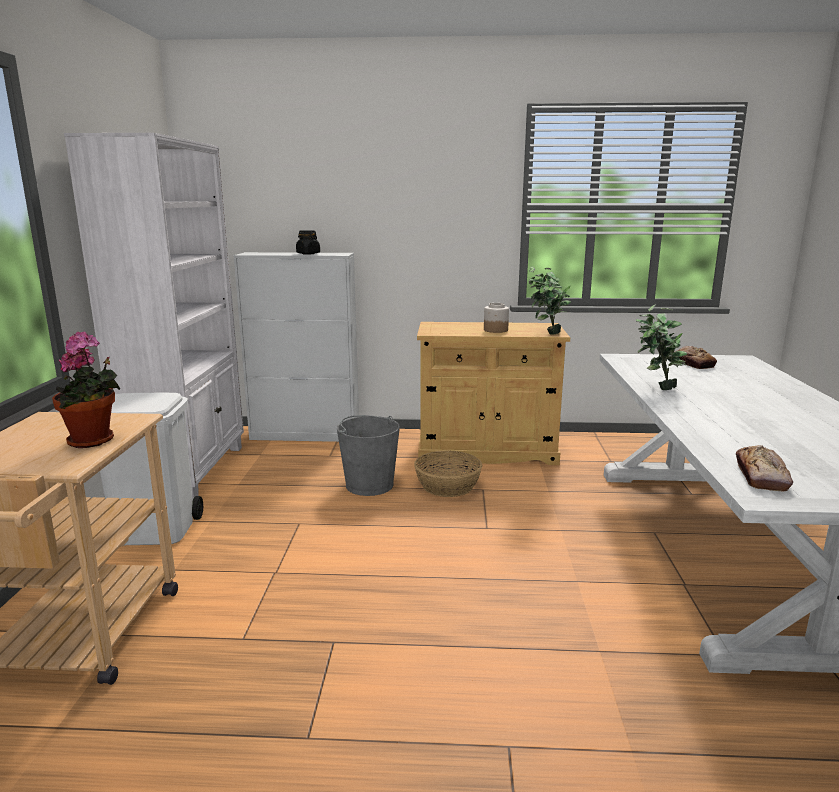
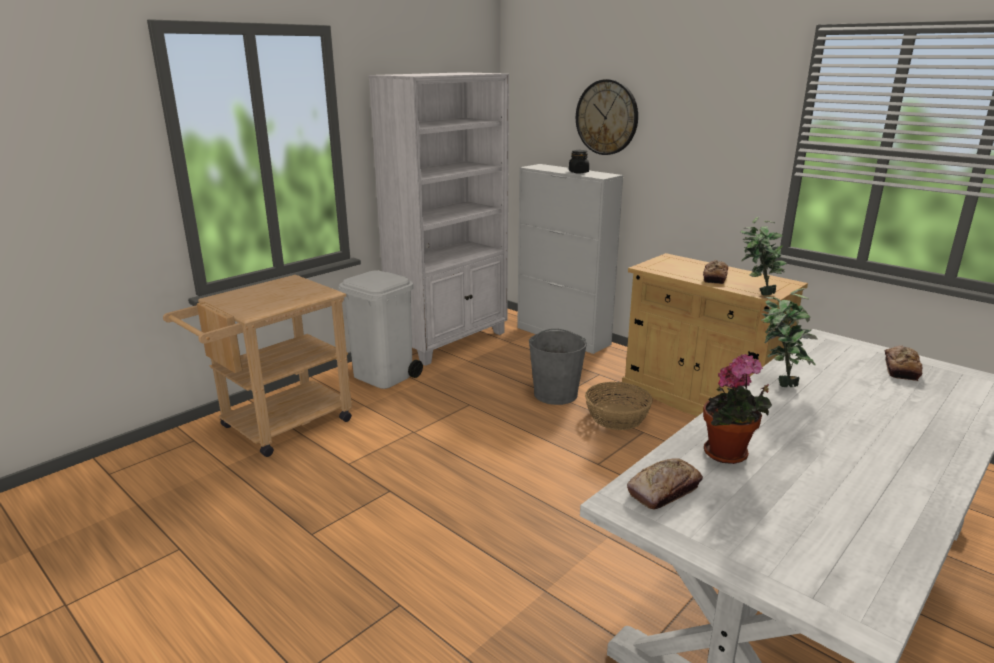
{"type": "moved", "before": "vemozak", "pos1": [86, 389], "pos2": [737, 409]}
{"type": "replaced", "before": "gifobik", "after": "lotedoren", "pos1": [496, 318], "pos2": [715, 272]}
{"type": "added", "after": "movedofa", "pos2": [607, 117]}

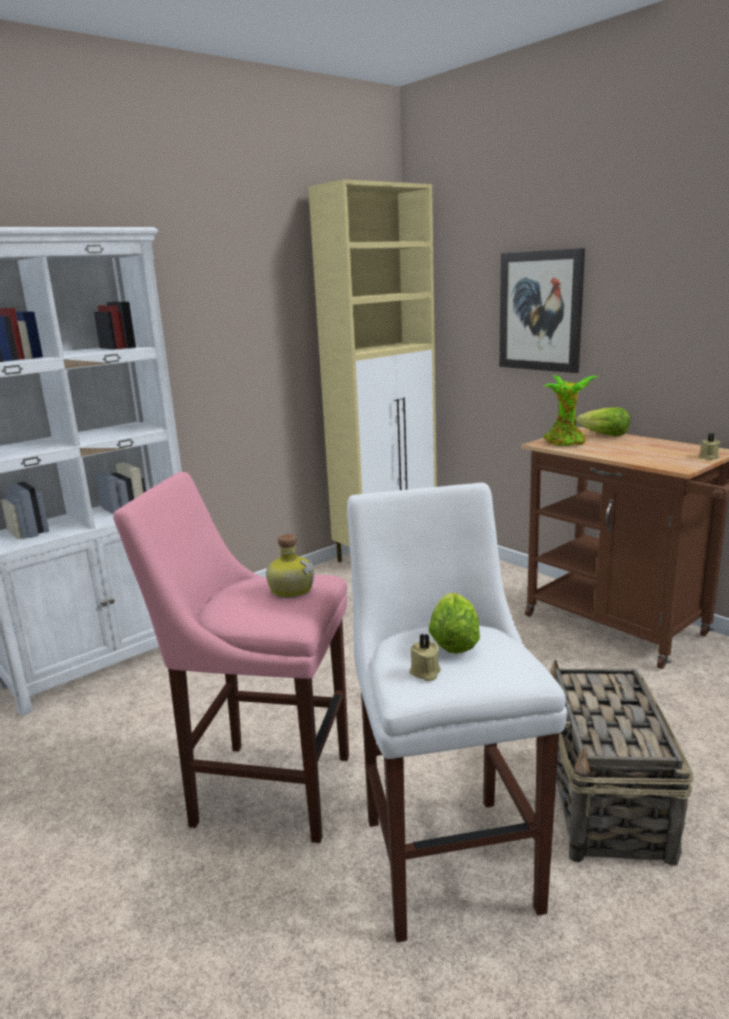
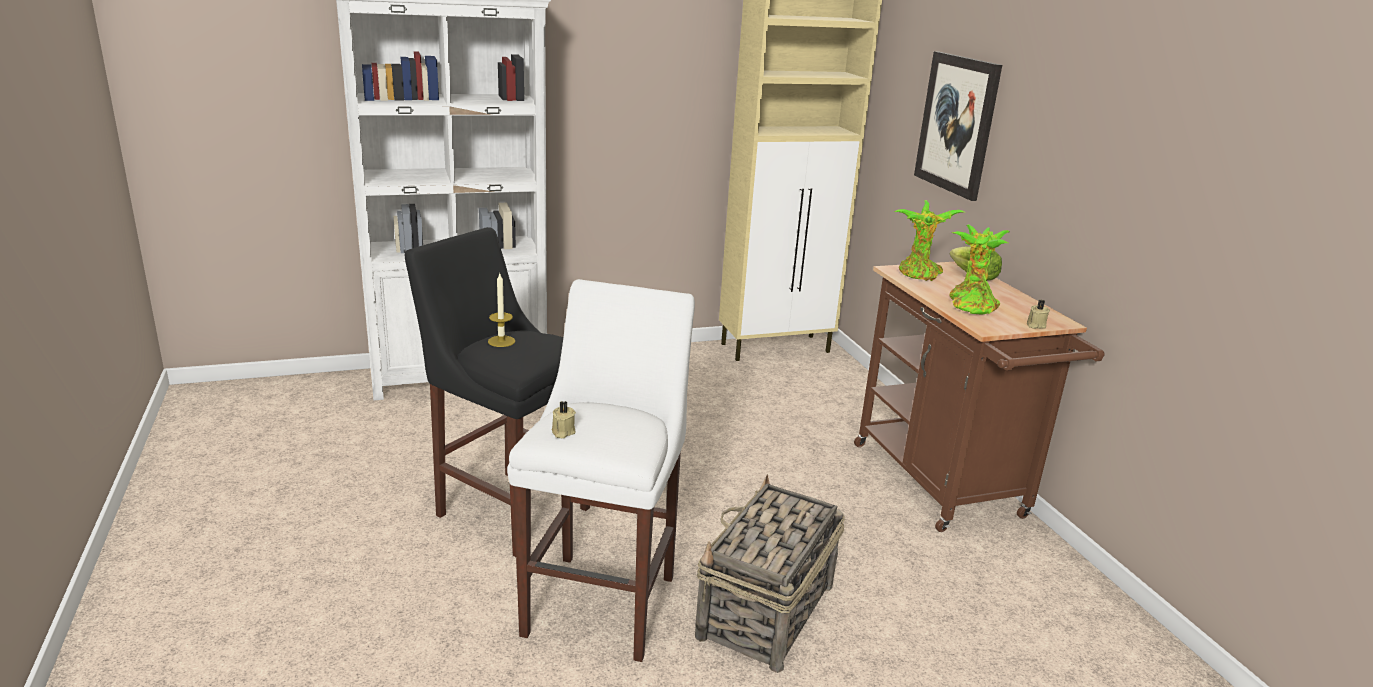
{"type": "recoloured", "before": "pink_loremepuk", "after": "black_loremepuk", "pos1": [231, 657], "pos2": [497, 392]}
{"type": "removed", "before": "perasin", "pos1": [290, 566]}
{"type": "removed", "before": "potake", "pos1": [454, 623]}
{"type": "added", "after": "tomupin", "pos2": [501, 309]}
{"type": "added", "after": "vemozak", "pos2": [979, 269]}

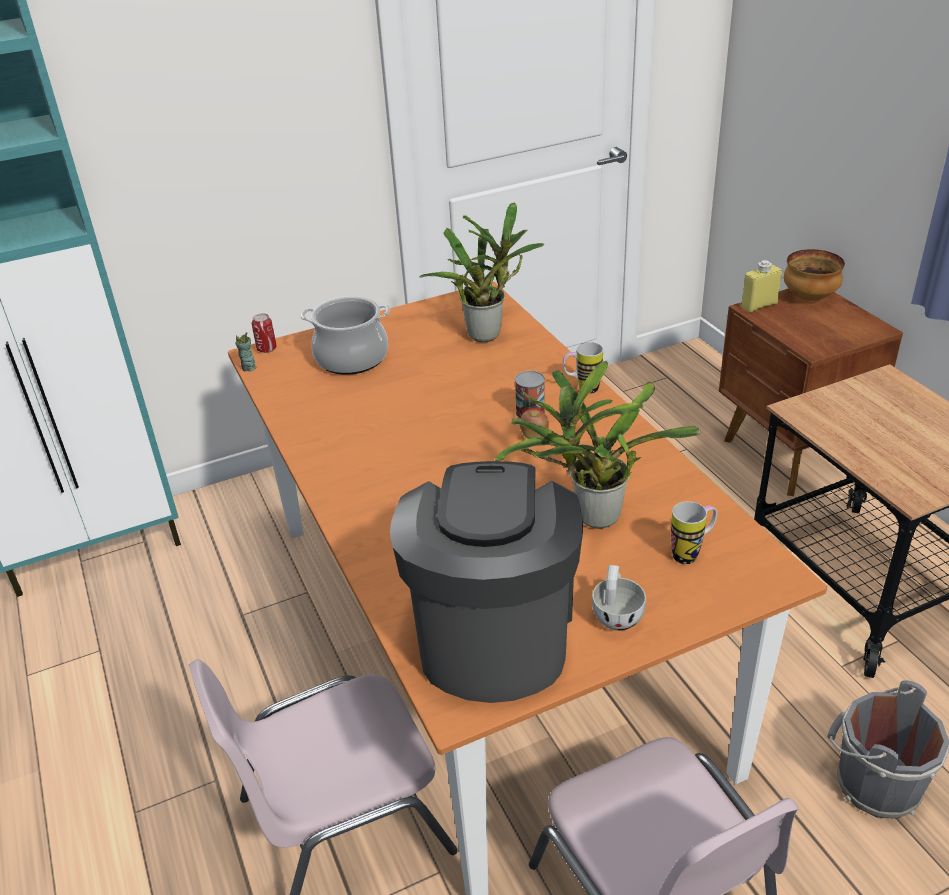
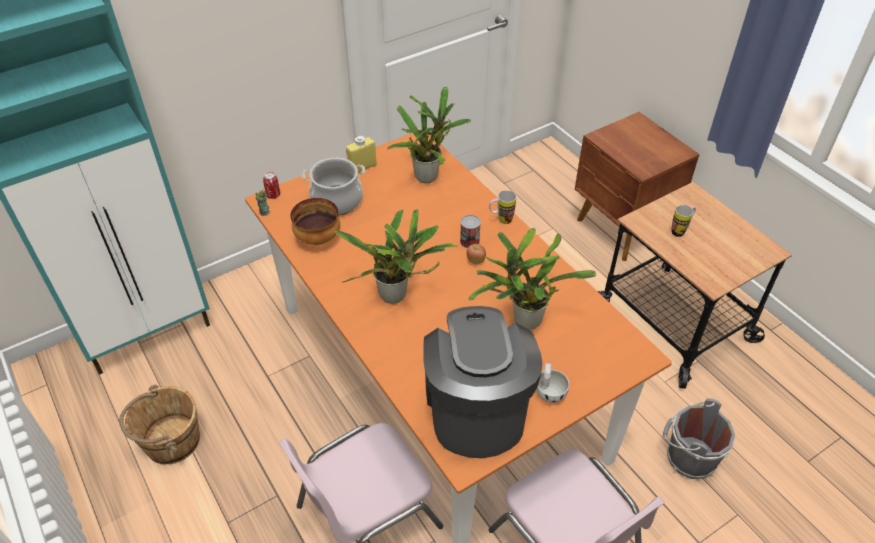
{"type": "moved", "before": "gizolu", "pos1": [694, 532], "pos2": [683, 221]}
{"type": "moved", "before": "yellow_perasin", "pos1": [761, 286], "pos2": [361, 154]}
{"type": "moved", "before": "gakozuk", "pos1": [814, 275], "pos2": [315, 221]}
{"type": "added", "after": "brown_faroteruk", "pos2": [159, 424]}
{"type": "added", "after": "vemozak", "pos2": [396, 256]}

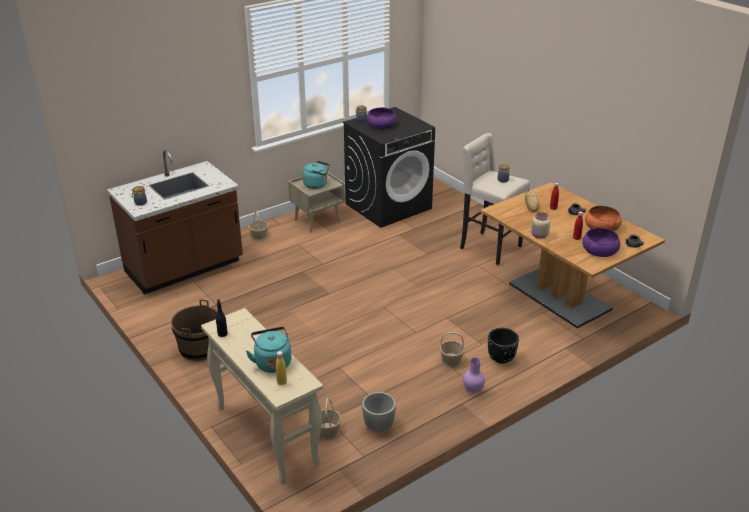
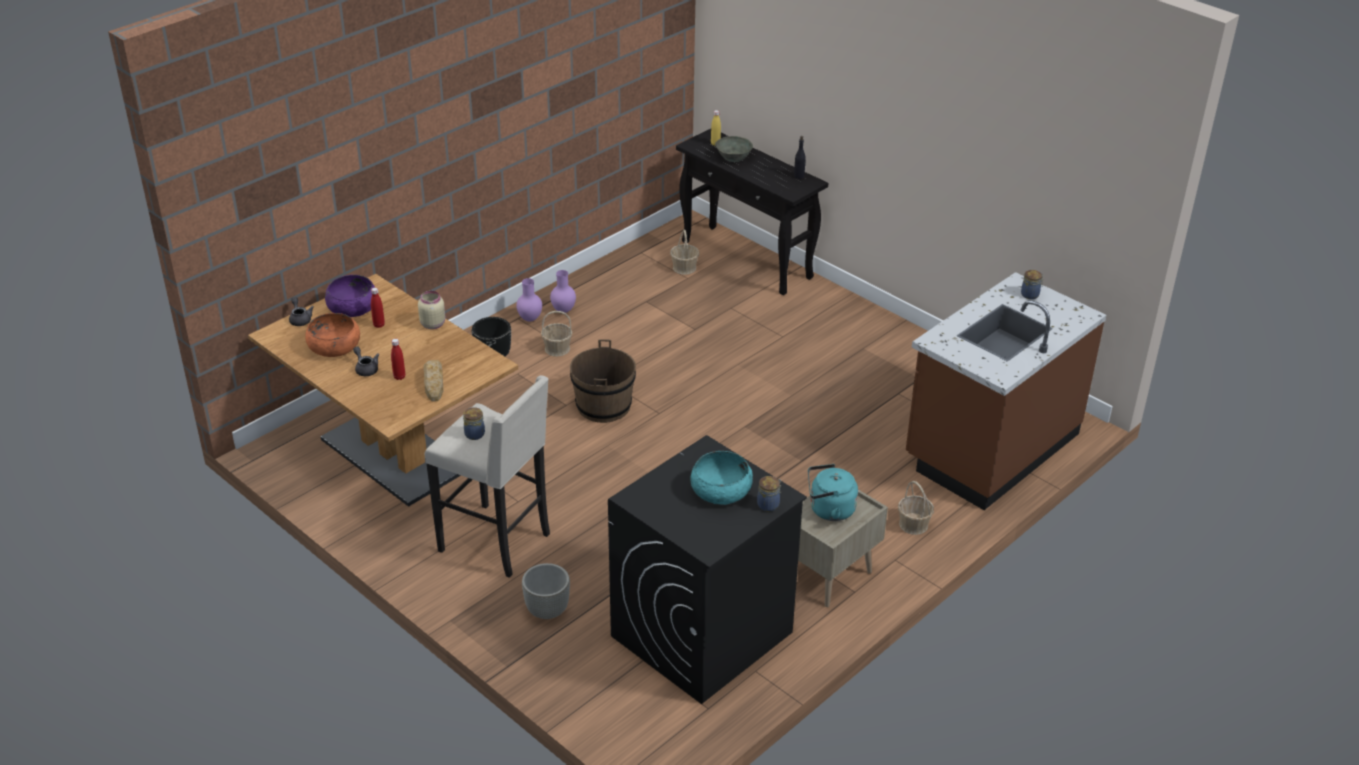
{"type": "moved", "before": "brown_faroteruk", "pos1": [194, 330], "pos2": [603, 381]}
{"type": "recoloured", "before": "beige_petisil", "after": "black_petisil", "pos1": [262, 396], "pos2": [752, 212]}
{"type": "replaced", "before": "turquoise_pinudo", "after": "grey_gakozuk", "pos1": [269, 350], "pos2": [734, 149]}
{"type": "moved", "before": "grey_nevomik", "pos1": [379, 412], "pos2": [546, 591]}
{"type": "recoloured", "before": "purple_gakozuk", "after": "turquoise_gakozuk", "pos1": [381, 118], "pos2": [721, 478]}
{"type": "added", "after": "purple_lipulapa", "pos2": [563, 291]}

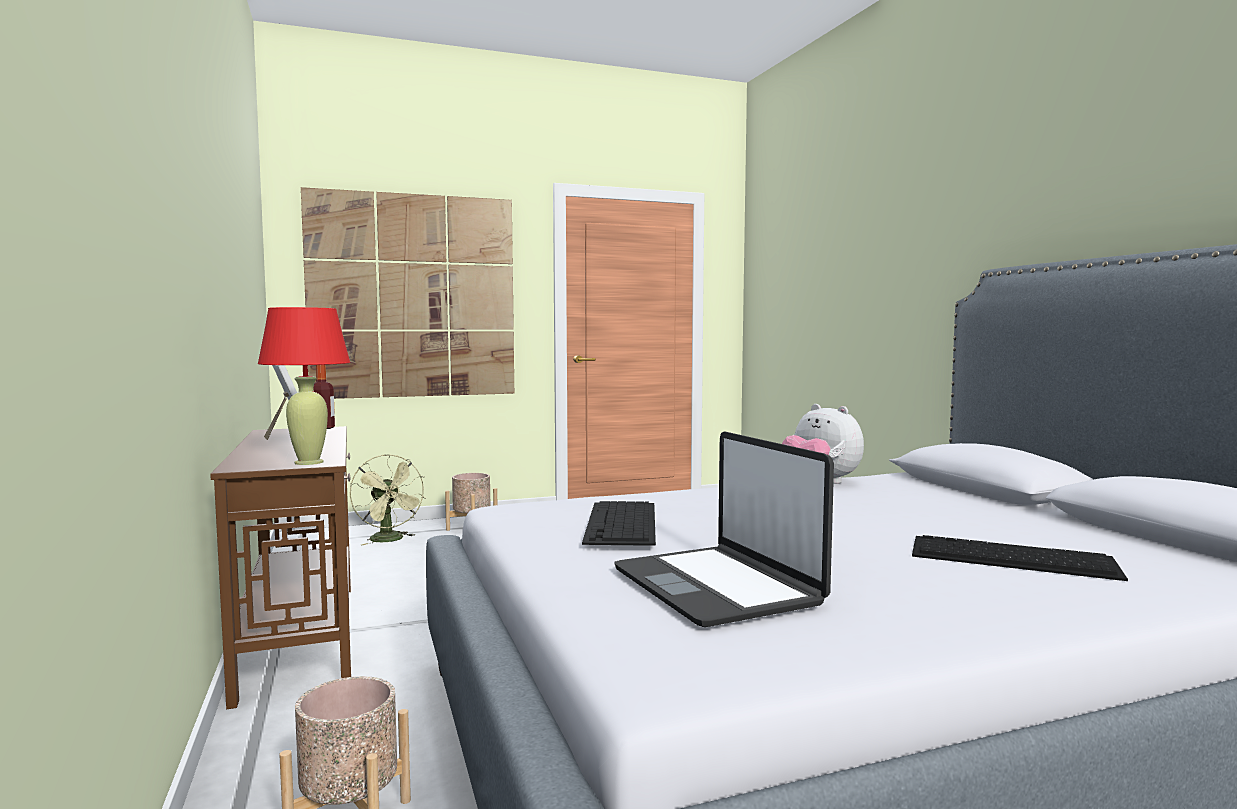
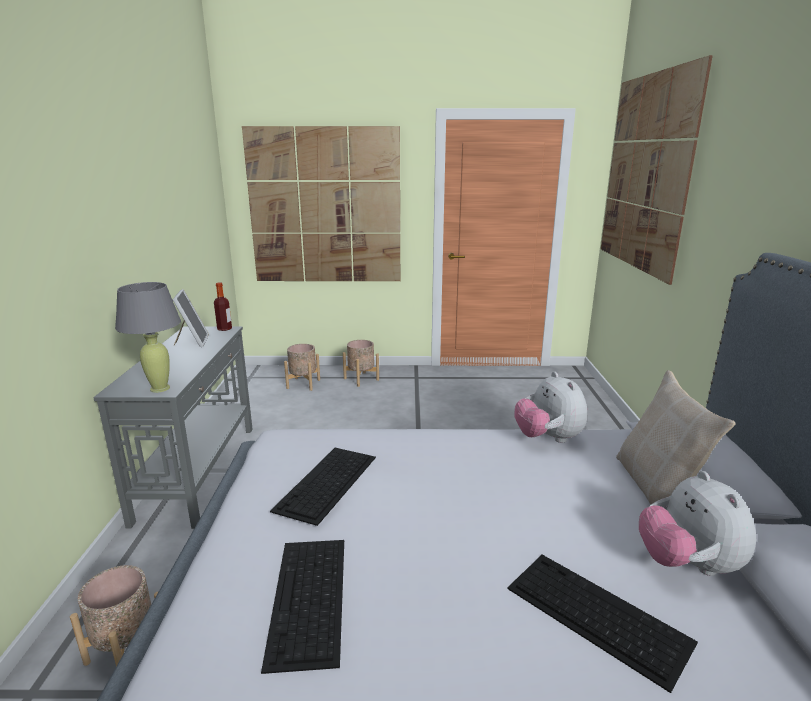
{"type": "recoloured", "before": "brown_petisil", "after": "grey_petisil", "pos1": [280, 567], "pos2": [173, 427]}
{"type": "recoloured", "before": "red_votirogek", "after": "grey_votirogek", "pos1": [304, 386], "pos2": [148, 337]}
{"type": "replaced", "before": "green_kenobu", "after": "beige_nevomik", "pos1": [388, 499], "pos2": [302, 367]}
{"type": "replaced", "before": "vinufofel", "after": "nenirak", "pos1": [724, 529], "pos2": [302, 607]}
{"type": "added", "after": "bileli", "pos2": [657, 170]}
{"type": "added", "after": "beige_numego", "pos2": [676, 437]}
{"type": "added", "after": "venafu", "pos2": [697, 523]}

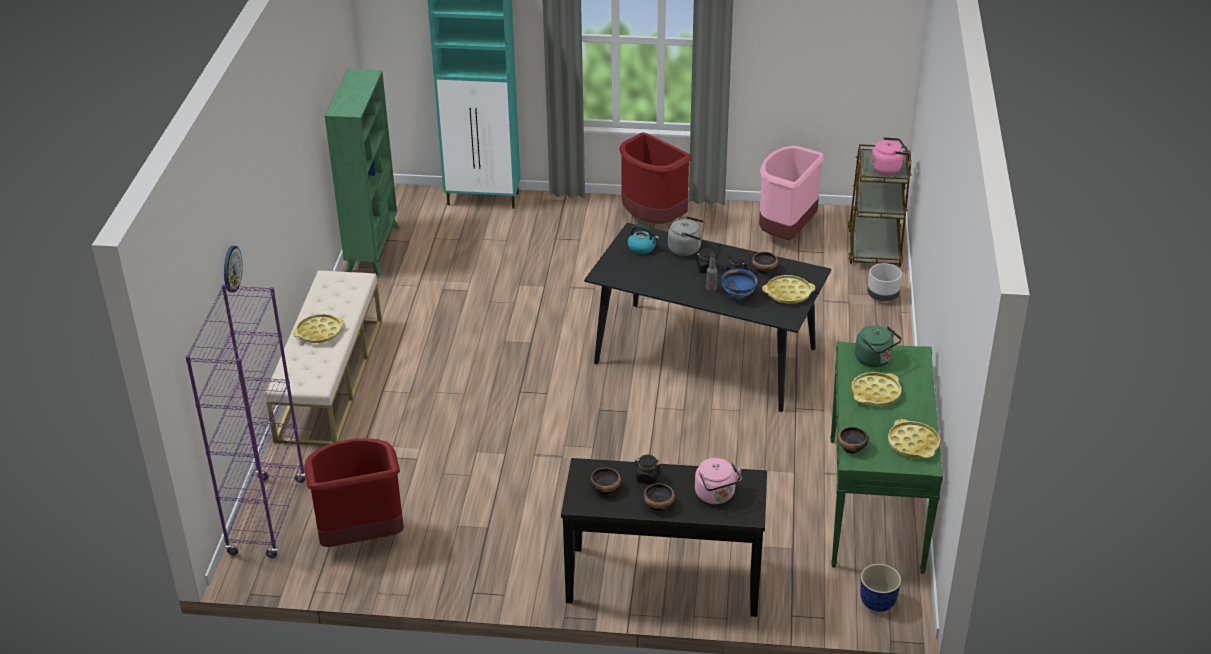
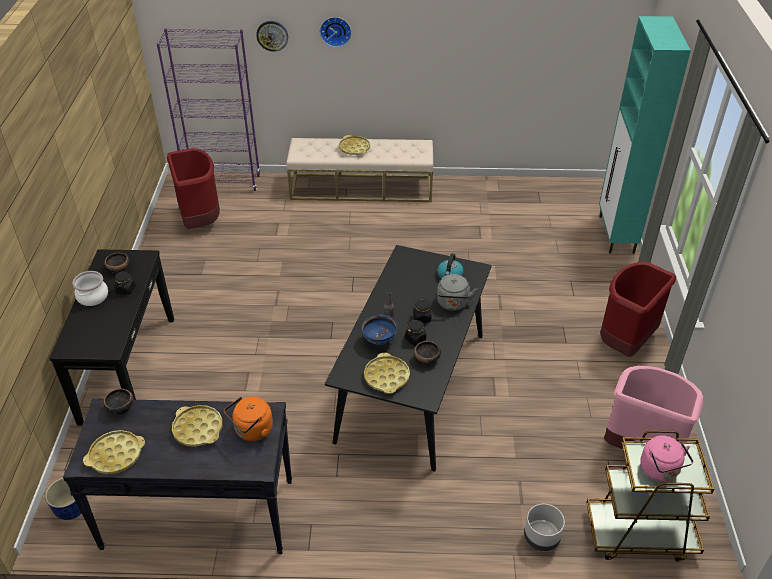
{"type": "removed", "before": "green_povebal", "pos1": [362, 172]}
{"type": "replaced", "before": "gakozuk", "after": "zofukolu", "pos1": [659, 497], "pos2": [90, 288]}
{"type": "removed", "before": "pink_pinudo", "pos1": [718, 481]}
{"type": "recoloured", "before": "green_petisil", "after": "black_petisil", "pos1": [886, 457], "pos2": [177, 476]}
{"type": "recoloured", "before": "green_pinudo", "after": "orange_pinudo", "pos1": [878, 346], "pos2": [248, 419]}
{"type": "added", "after": "movedofa", "pos2": [336, 32]}

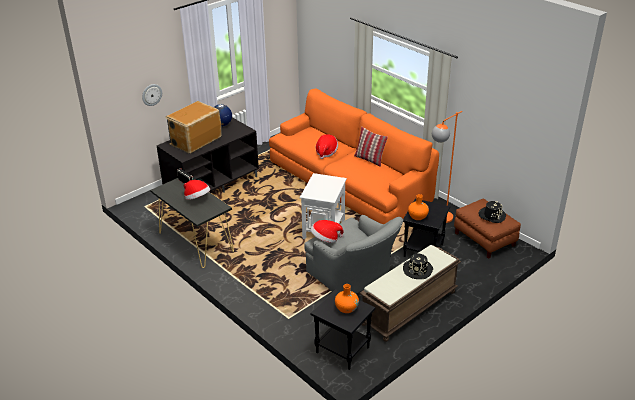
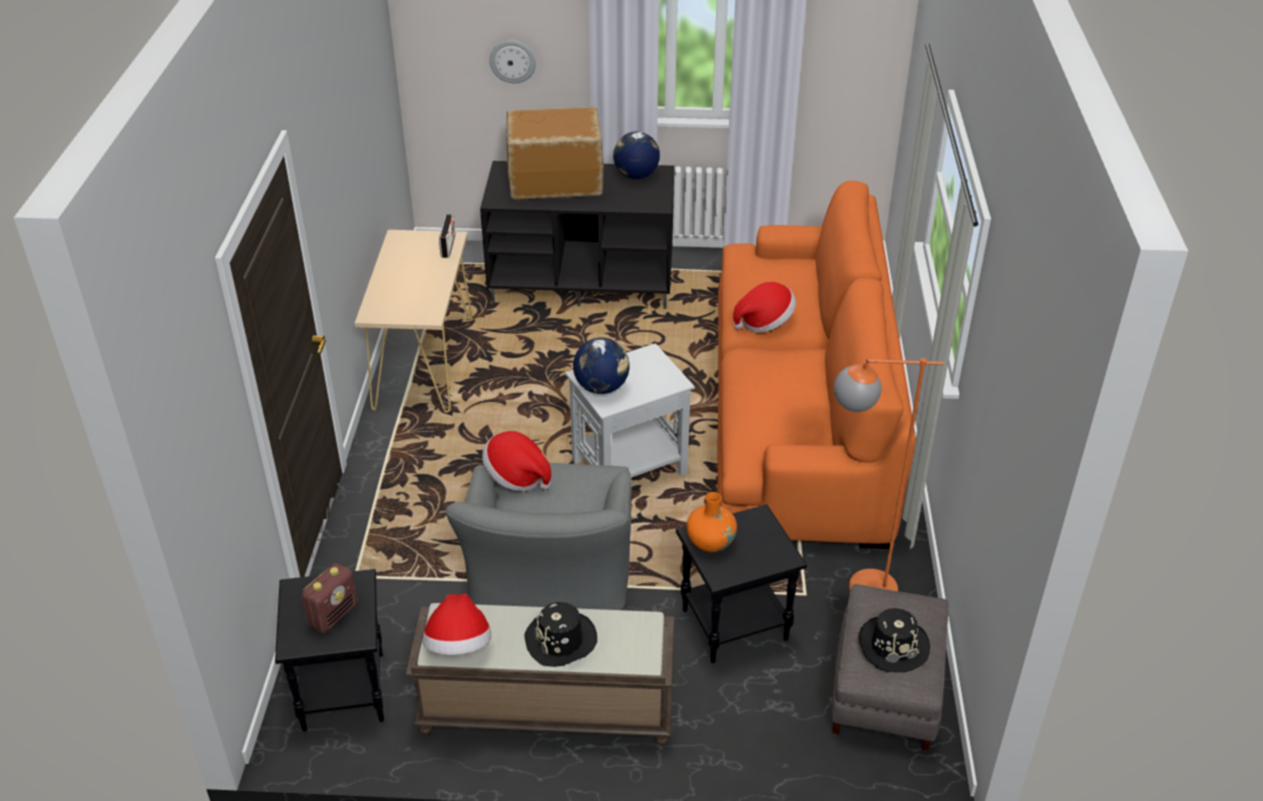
{"type": "recoloured", "before": "black_petisil", "after": "beige_petisil", "pos1": [192, 223], "pos2": [414, 321]}
{"type": "moved", "before": "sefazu", "pos1": [197, 190], "pos2": [456, 624]}
{"type": "replaced", "before": "orange_lipulapa", "after": "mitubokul", "pos1": [347, 298], "pos2": [329, 597]}
{"type": "removed", "before": "numego", "pos1": [371, 147]}
{"type": "recoloured", "before": "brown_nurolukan", "after": "grey_nurolukan", "pos1": [487, 229], "pos2": [890, 667]}
{"type": "added", "after": "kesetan", "pos2": [601, 366]}

